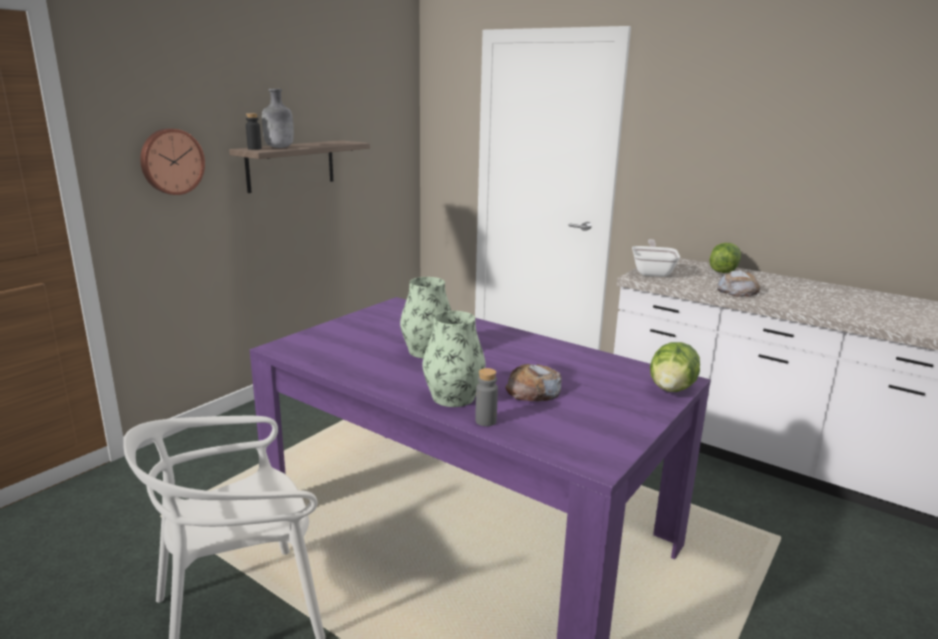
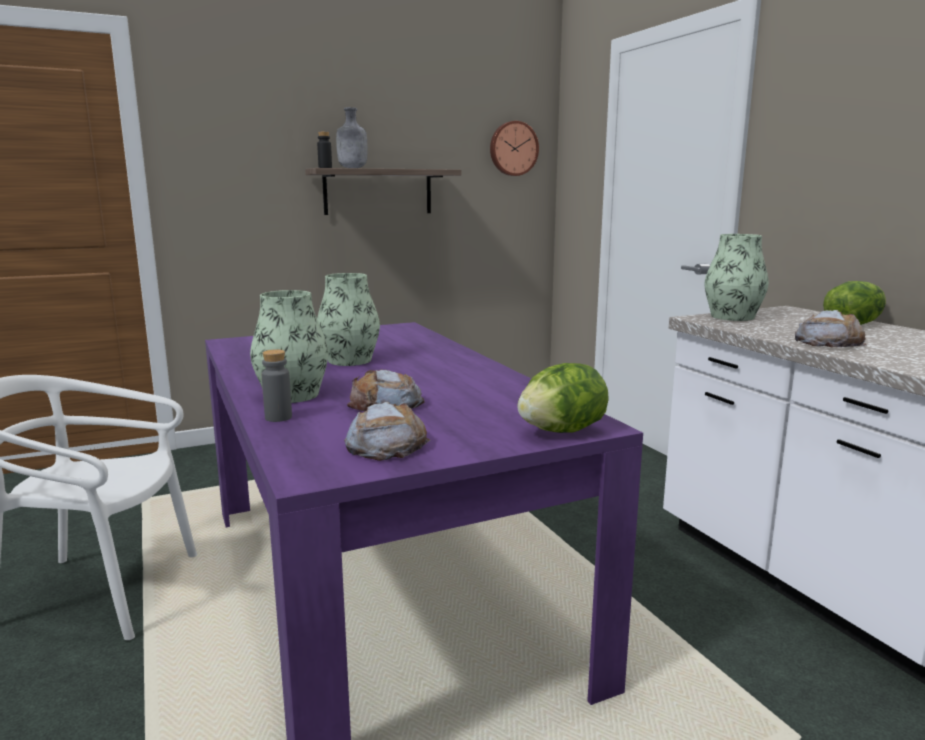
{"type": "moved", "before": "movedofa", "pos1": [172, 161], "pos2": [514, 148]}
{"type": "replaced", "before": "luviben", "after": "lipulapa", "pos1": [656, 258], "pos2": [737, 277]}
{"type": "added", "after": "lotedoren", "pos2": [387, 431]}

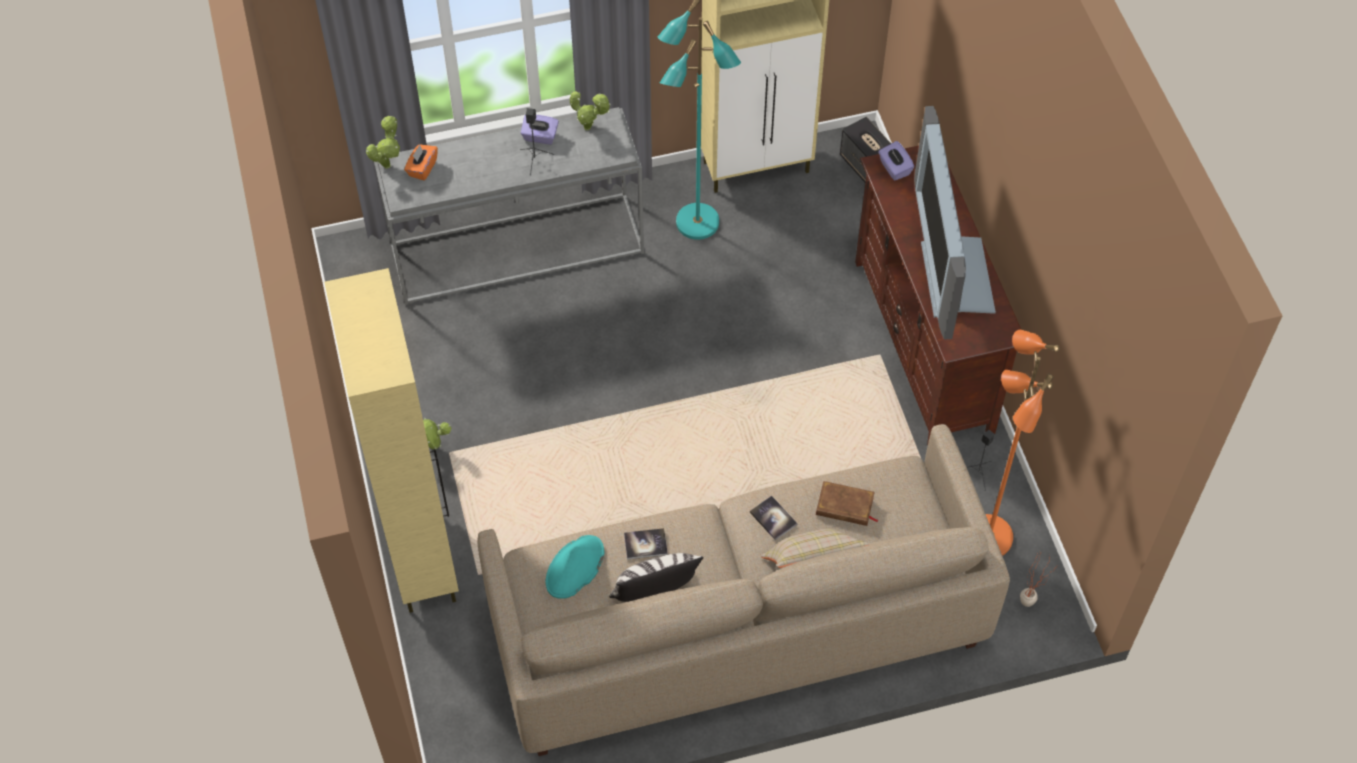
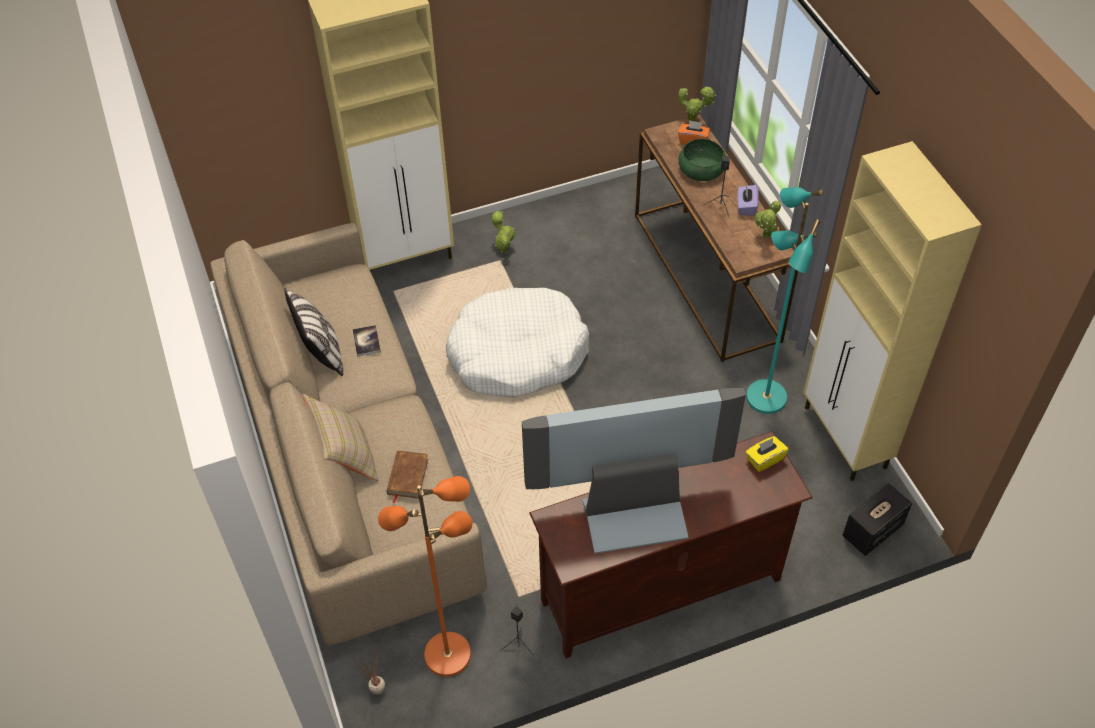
{"type": "recoloured", "before": "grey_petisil", "after": "brown_petisil", "pos1": [509, 206], "pos2": [716, 238]}
{"type": "removed", "before": "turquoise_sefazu", "pos1": [574, 567]}
{"type": "removed", "before": "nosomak", "pos1": [773, 518]}
{"type": "recoloured", "before": "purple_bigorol", "after": "yellow_bigorol", "pos1": [896, 161], "pos2": [767, 454]}
{"type": "added", "after": "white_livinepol", "pos2": [517, 342]}
{"type": "added", "after": "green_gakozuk", "pos2": [702, 160]}

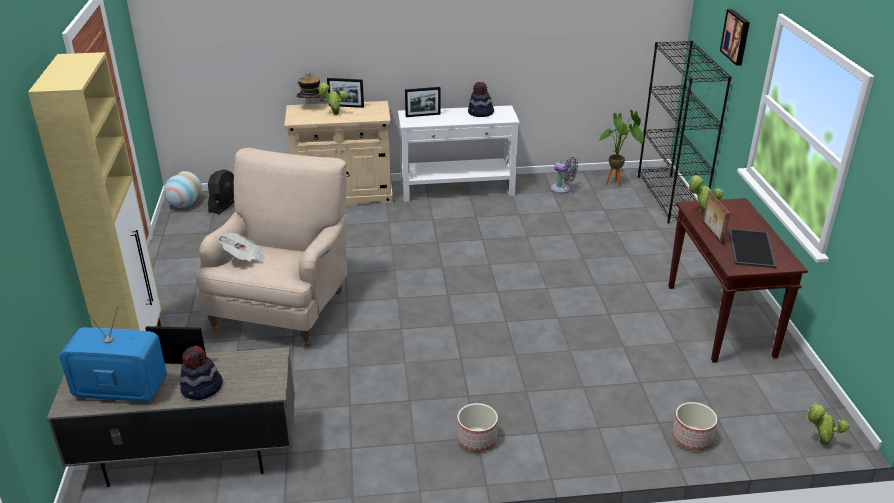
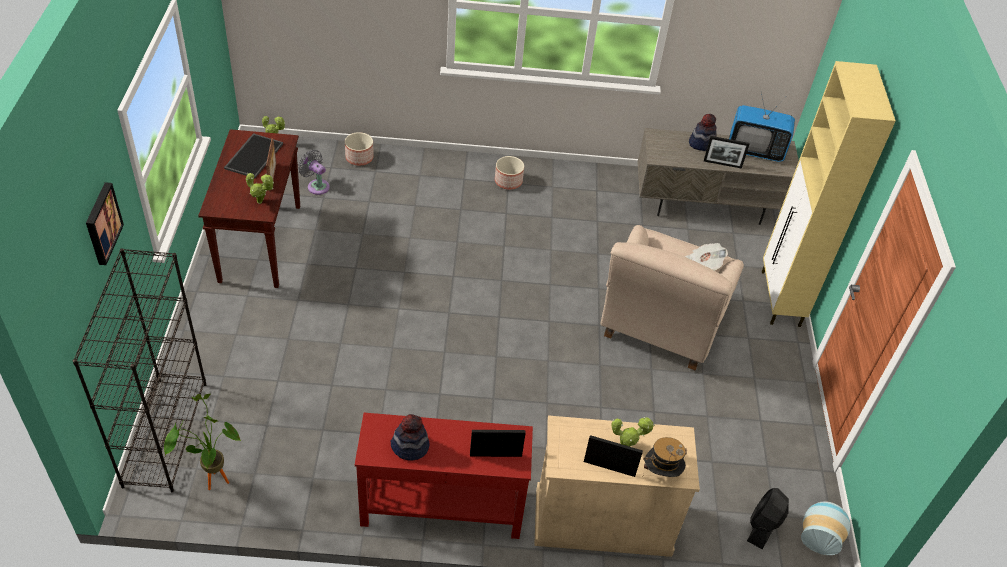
{"type": "recoloured", "before": "white_petisil", "after": "red_petisil", "pos1": [459, 153], "pos2": [444, 476]}
{"type": "moved", "before": "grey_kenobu", "pos1": [564, 175], "pos2": [314, 172]}

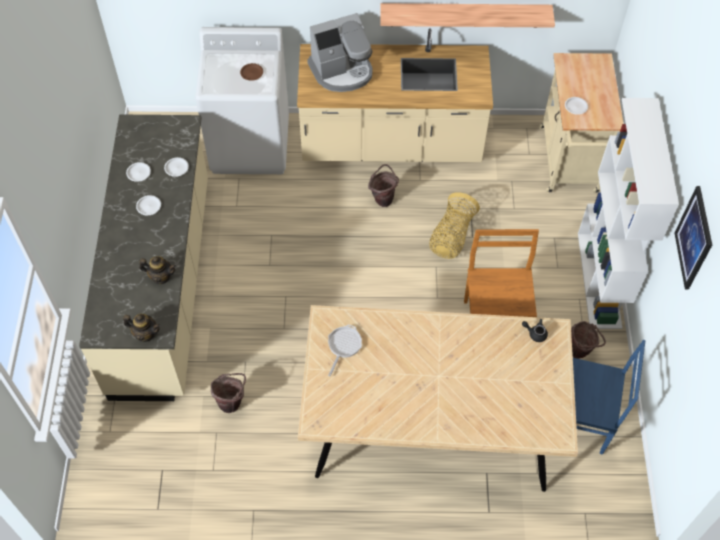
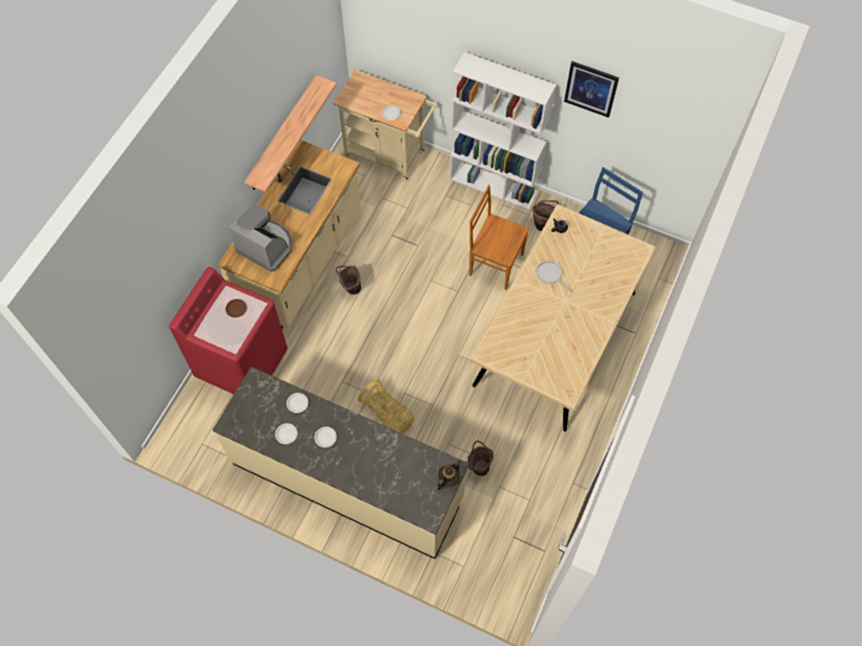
{"type": "removed", "before": "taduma", "pos1": [157, 270]}
{"type": "recoloured", "before": "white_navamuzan", "after": "red_navamuzan", "pos1": [242, 100], "pos2": [228, 330]}
{"type": "turned", "before": "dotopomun", "pos1": [340, 52], "pos2": [260, 238], "turn": -60}
{"type": "moved", "before": "luviben", "pos1": [345, 351], "pos2": [554, 276]}
{"type": "moved", "before": "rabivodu", "pos1": [454, 225], "pos2": [386, 406]}

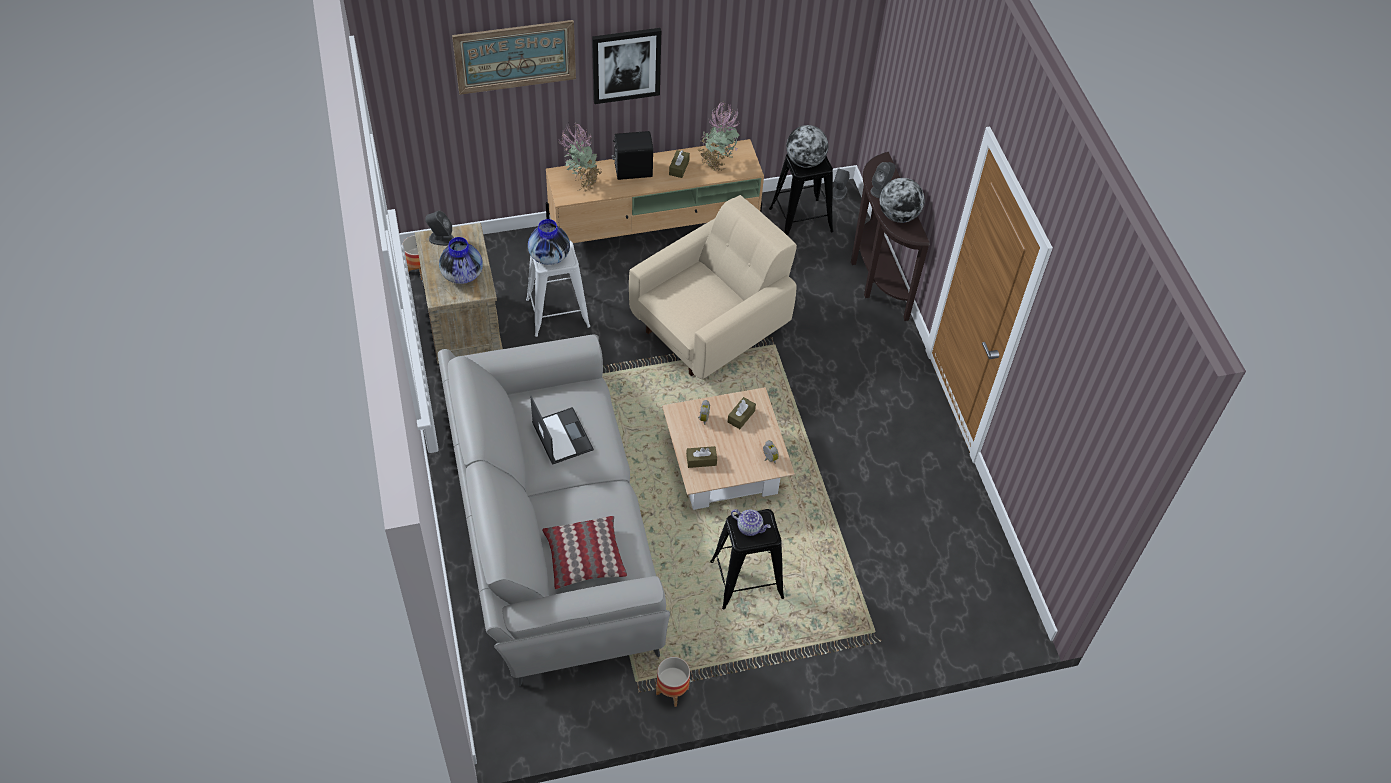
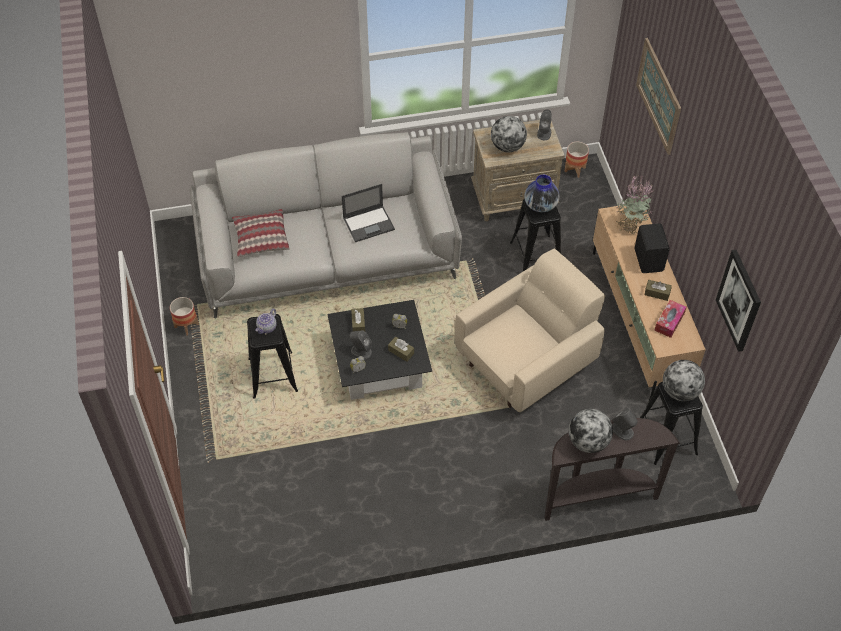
{"type": "replaced", "before": "lipulapa", "after": "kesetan", "pos1": [461, 260], "pos2": [509, 134]}
{"type": "recoloured", "before": "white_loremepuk", "after": "black_loremepuk", "pos1": [558, 288], "pos2": [535, 234]}
{"type": "moved", "before": "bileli", "pos1": [626, 66], "pos2": [738, 301]}
{"type": "turned", "before": "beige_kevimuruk", "pos1": [713, 287], "pos2": [530, 330], "turn": -90}
{"type": "recoloured", "before": "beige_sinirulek", "after": "black_sinirulek", "pos1": [728, 448], "pos2": [379, 350]}
{"type": "replaced", "before": "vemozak", "after": "bigorol", "pos1": [719, 136], "pos2": [670, 319]}
{"type": "moved", "before": "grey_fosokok", "pos1": [841, 184], "pos2": [361, 345]}

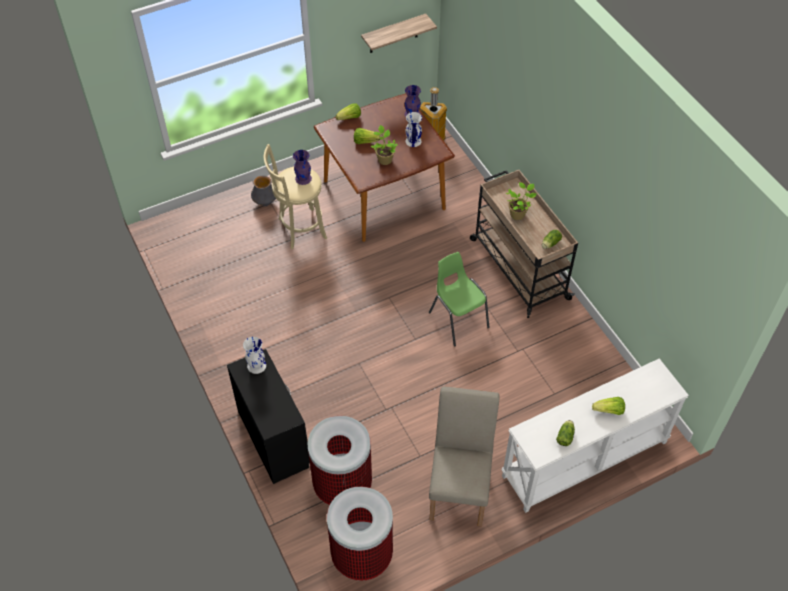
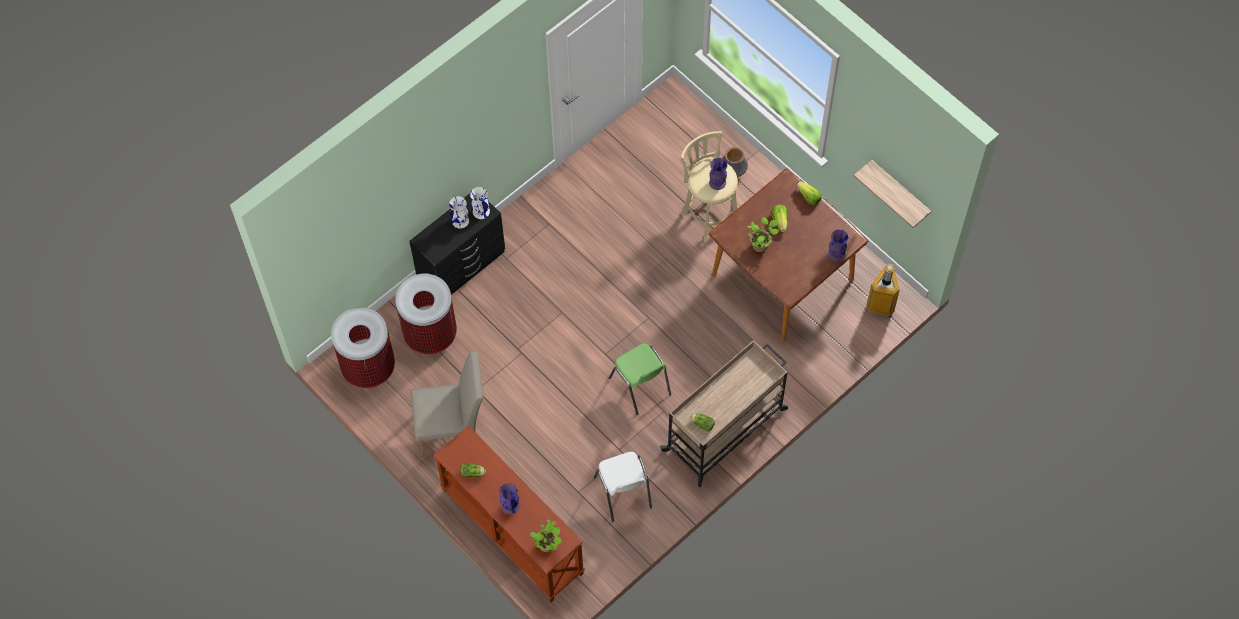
{"type": "moved", "before": "white_lipulapa", "pos1": [413, 129], "pos2": [459, 212]}
{"type": "turned", "before": "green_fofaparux", "pos1": [459, 299], "pos2": [640, 379], "turn": 105}
{"type": "recoloured", "before": "white_petisil", "after": "brown_petisil", "pos1": [595, 435], "pos2": [509, 514]}
{"type": "moved", "before": "vemozak", "pos1": [521, 201], "pos2": [545, 535]}
{"type": "replaced", "before": "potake", "after": "purple_lipulapa", "pos1": [608, 406], "pos2": [509, 498]}
{"type": "added", "after": "white_fofaparux", "pos2": [623, 487]}

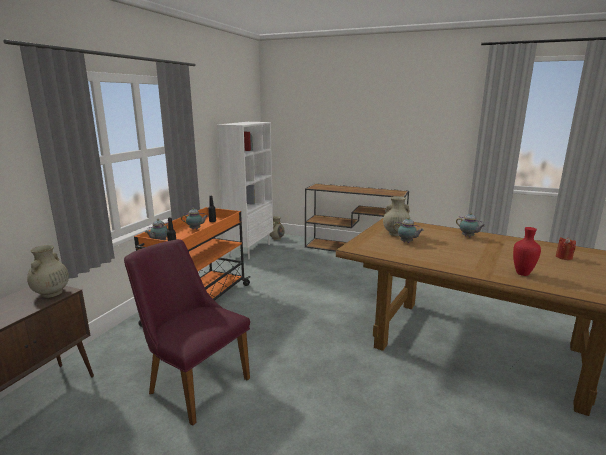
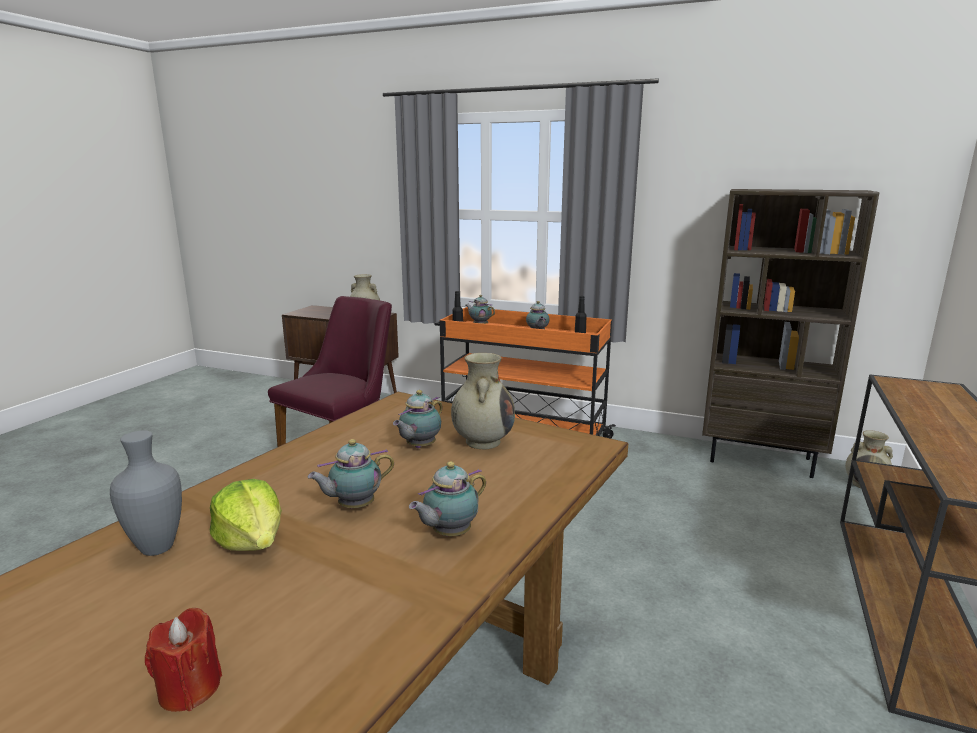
{"type": "recoloured", "before": "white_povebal", "after": "brown_povebal", "pos1": [245, 190], "pos2": [791, 333]}
{"type": "recoloured", "before": "red_lipulapa", "after": "grey_lipulapa", "pos1": [527, 251], "pos2": [146, 493]}
{"type": "added", "after": "potake", "pos2": [246, 515]}
{"type": "added", "after": "taduma", "pos2": [351, 473]}

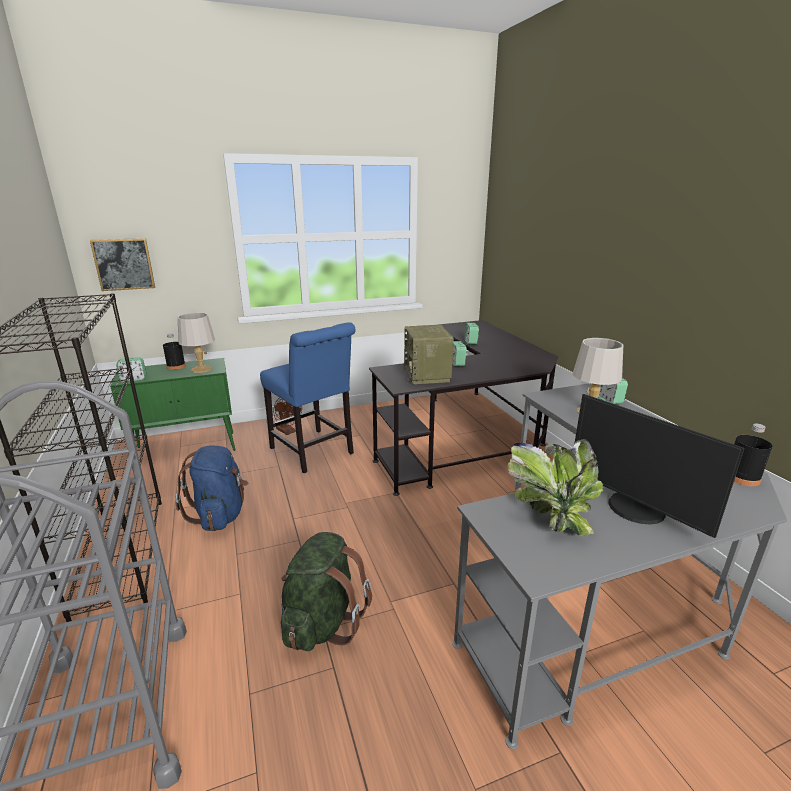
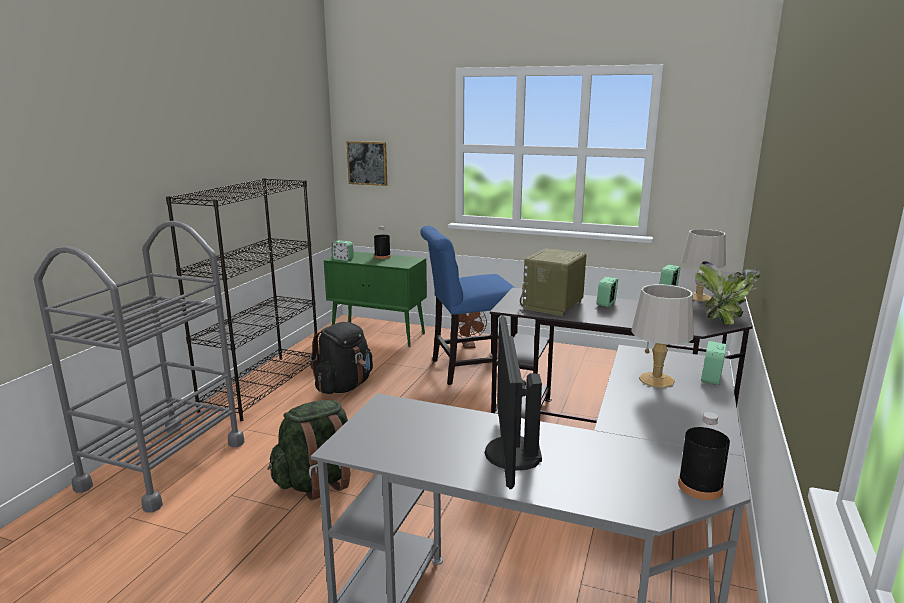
{"type": "recoloured", "before": "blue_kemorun", "after": "black_kemorun", "pos1": [211, 488], "pos2": [341, 358]}
{"type": "moved", "before": "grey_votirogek", "pos1": [196, 343], "pos2": [703, 265]}
{"type": "turned", "before": "blue_fofaparux", "pos1": [308, 397], "pos2": [469, 305], "turn": 75}
{"type": "moved", "before": "vemozak", "pos1": [555, 487], "pos2": [727, 293]}

